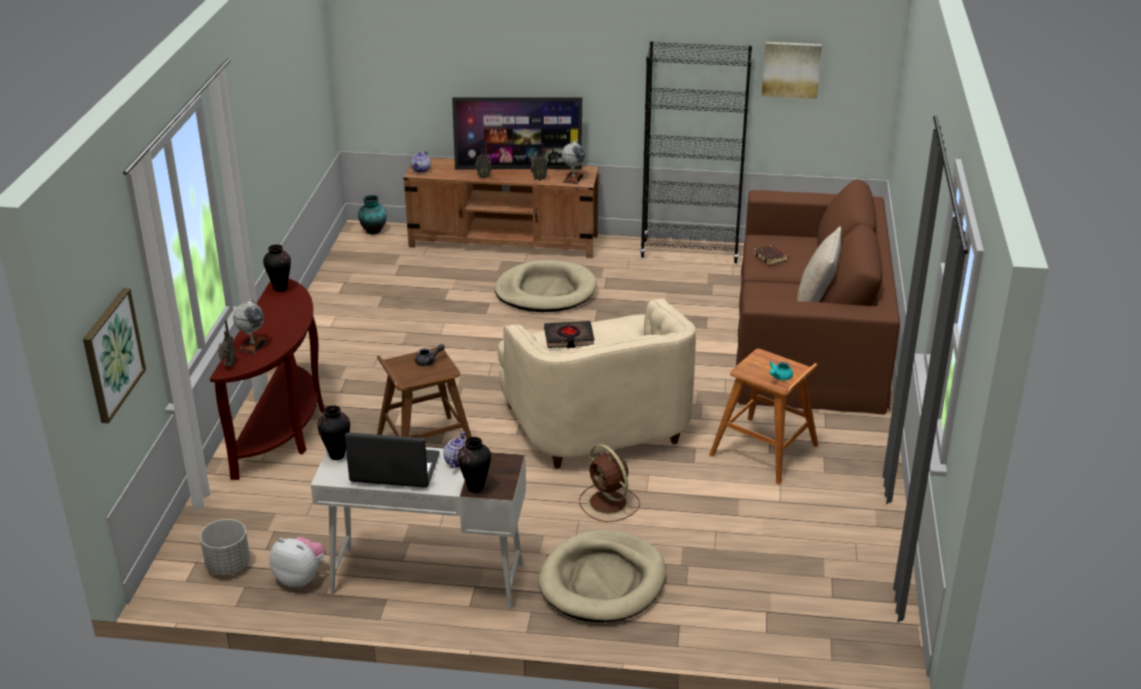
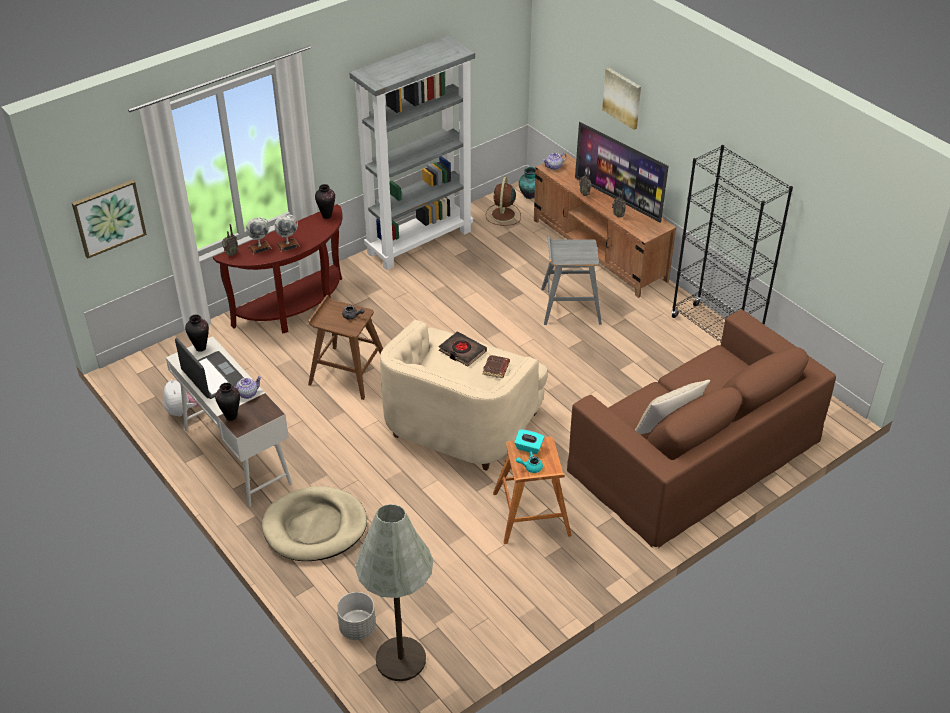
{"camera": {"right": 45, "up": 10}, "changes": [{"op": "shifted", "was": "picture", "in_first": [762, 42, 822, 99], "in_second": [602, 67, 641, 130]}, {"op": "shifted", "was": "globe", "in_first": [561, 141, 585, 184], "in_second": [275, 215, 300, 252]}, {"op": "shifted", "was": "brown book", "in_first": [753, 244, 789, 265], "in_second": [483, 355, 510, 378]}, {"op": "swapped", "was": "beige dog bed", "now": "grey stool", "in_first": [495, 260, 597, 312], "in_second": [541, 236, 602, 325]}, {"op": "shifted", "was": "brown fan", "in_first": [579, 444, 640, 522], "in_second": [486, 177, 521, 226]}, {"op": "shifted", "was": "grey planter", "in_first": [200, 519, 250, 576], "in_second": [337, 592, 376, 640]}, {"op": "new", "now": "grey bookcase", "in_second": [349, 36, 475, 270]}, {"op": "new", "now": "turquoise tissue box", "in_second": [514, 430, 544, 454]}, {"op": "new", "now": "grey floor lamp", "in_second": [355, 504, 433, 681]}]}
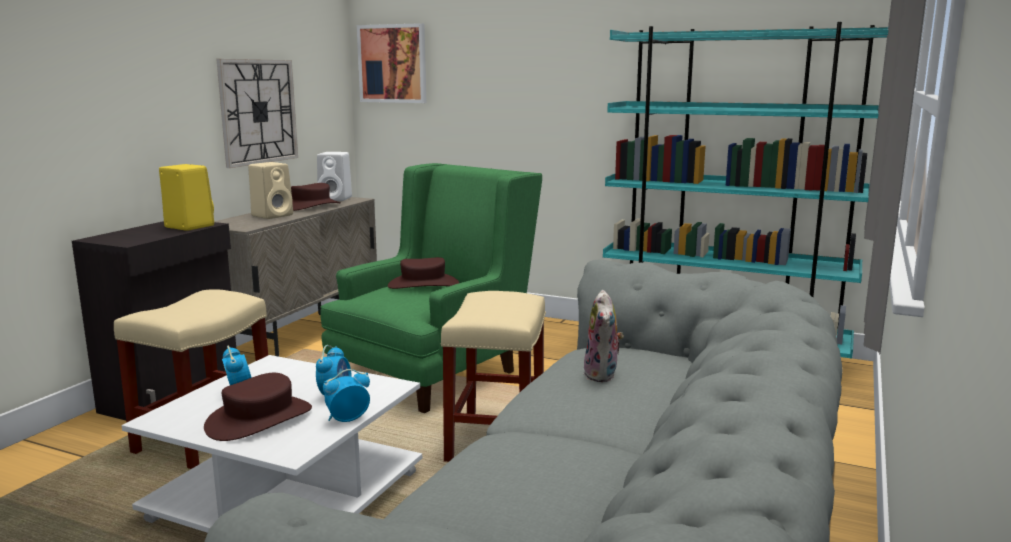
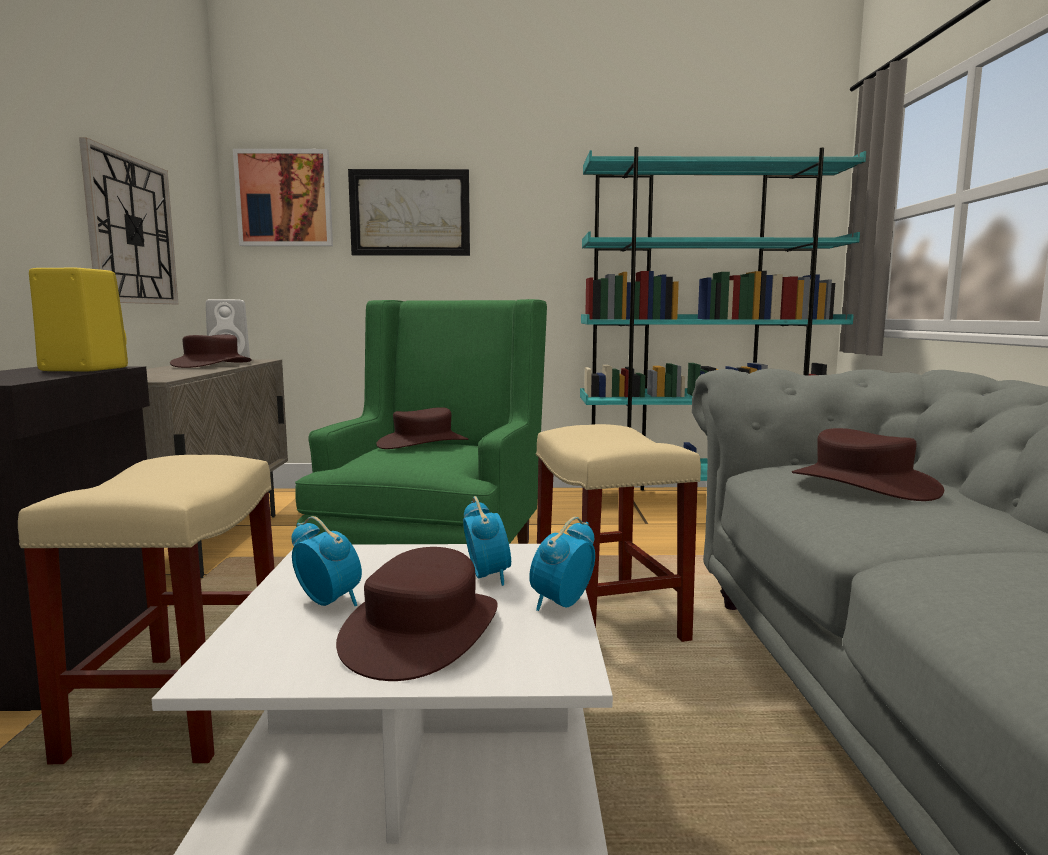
{"camera": {"right": -25, "up": -5}, "changes": [{"op": "gone", "was": "beige speaker", "in_first": [248, 162, 293, 219]}, {"op": "swapped", "was": "plush toy", "now": "brown hat", "in_first": [583, 290, 624, 382], "in_second": [792, 428, 944, 501]}, {"op": "new", "now": "picture", "in_second": [348, 169, 470, 256]}]}
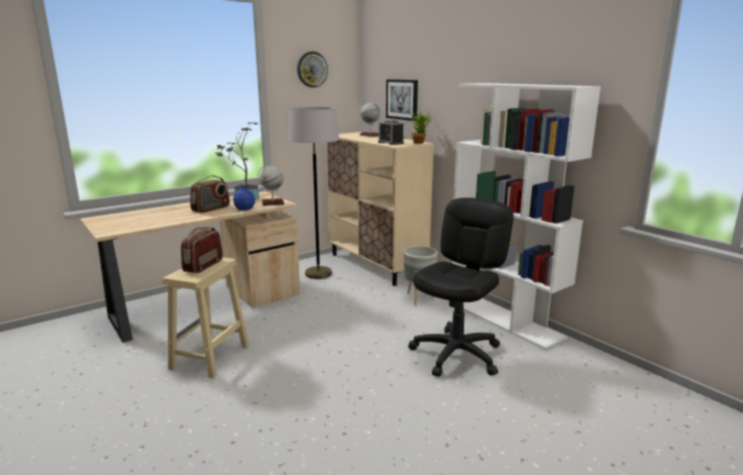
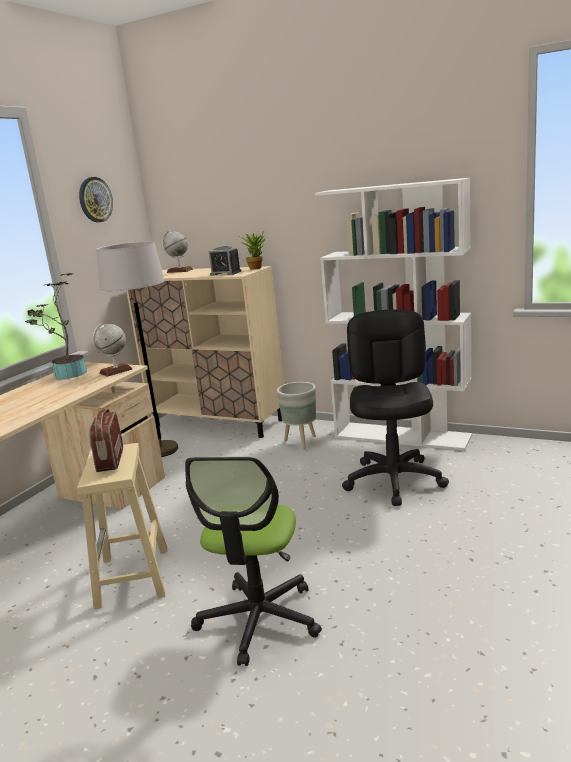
{"camera": {"right": -25, "up": 0}, "changes": [{"op": "gone", "was": "picture", "in_first": [386, 79, 418, 121]}, {"op": "gone", "was": "radio", "in_first": [190, 175, 230, 213]}, {"op": "gone", "was": "blue bottle", "in_first": [233, 182, 255, 210]}, {"op": "new", "now": "office chair", "in_second": [185, 457, 322, 666]}]}
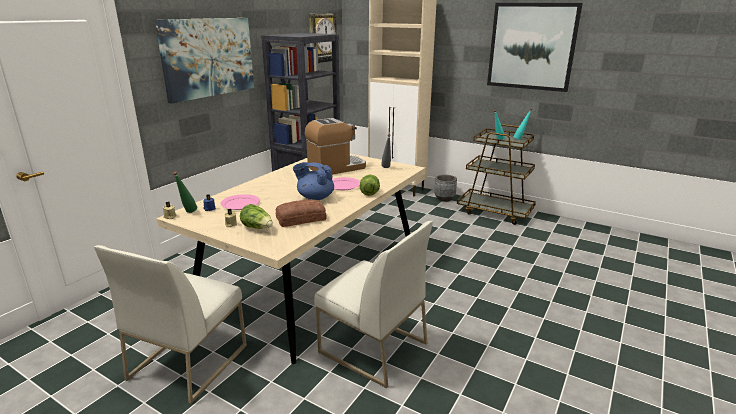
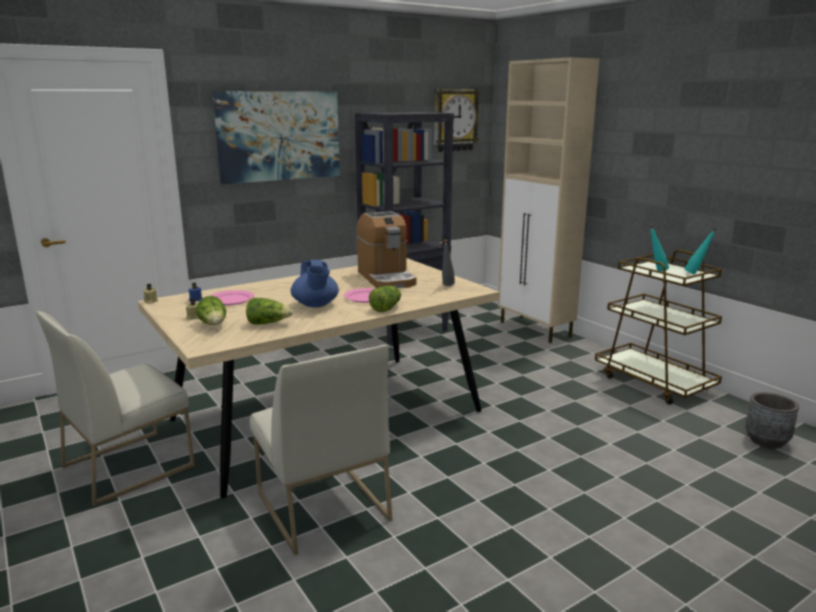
{"camera": {"right": 25, "up": -5}, "changes": [{"op": "gone", "was": "picture", "in_first": [487, 3, 583, 92]}, {"op": "rotated", "was": "coffee machine", "in_first": [305, 118, 366, 174], "in_second": [357, 211, 416, 288], "clockwise": 75}, {"op": "rotated", "was": "blue teapot", "in_first": [293, 162, 334, 200], "in_second": [291, 260, 339, 308], "clockwise": -150}, {"op": "gone", "was": "green bottle", "in_first": [173, 171, 197, 213]}, {"op": "shifted", "was": "grey planter", "in_first": [434, 174, 457, 202], "in_second": [745, 392, 799, 449]}, {"op": "swapped", "was": "bread", "now": "lettuce", "in_first": [276, 199, 327, 227], "in_second": [246, 298, 293, 325]}]}
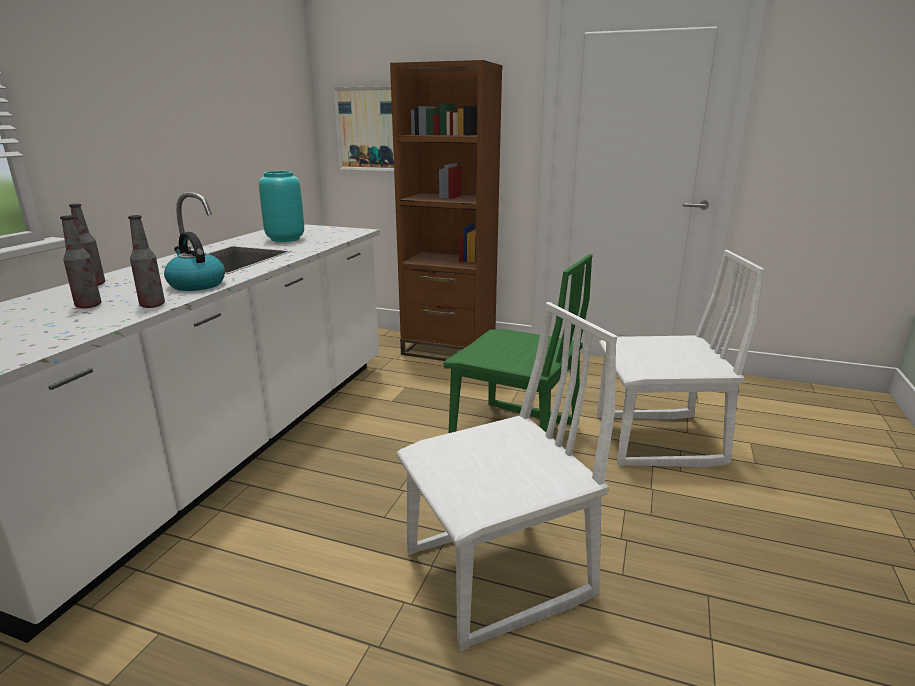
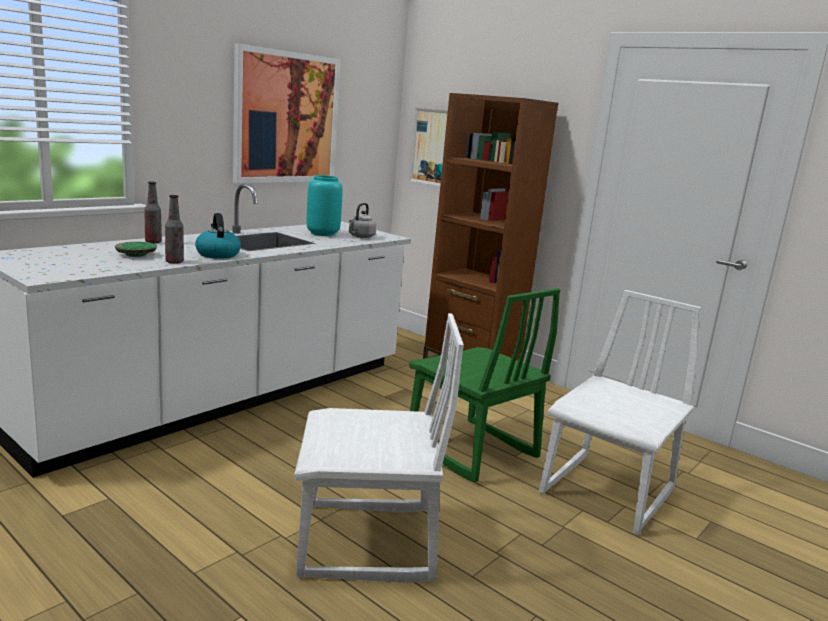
{"camera": {"right": 20, "up": -5}, "changes": [{"op": "swapped", "was": "bottle", "now": "green plate", "in_first": [60, 215, 101, 308], "in_second": [115, 242, 157, 257]}, {"op": "rotated", "was": "white chair", "in_first": [596, 250, 764, 467], "in_second": [539, 290, 701, 535], "clockwise": -75}, {"op": "new", "now": "picture", "in_second": [233, 44, 340, 183]}, {"op": "new", "now": "grey kettle", "in_second": [349, 203, 376, 238]}]}
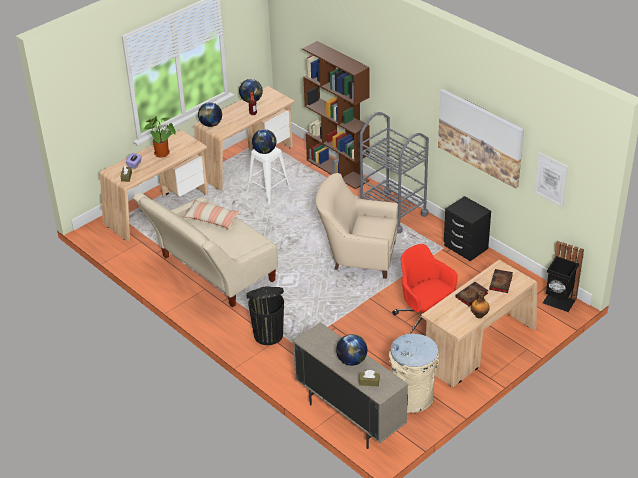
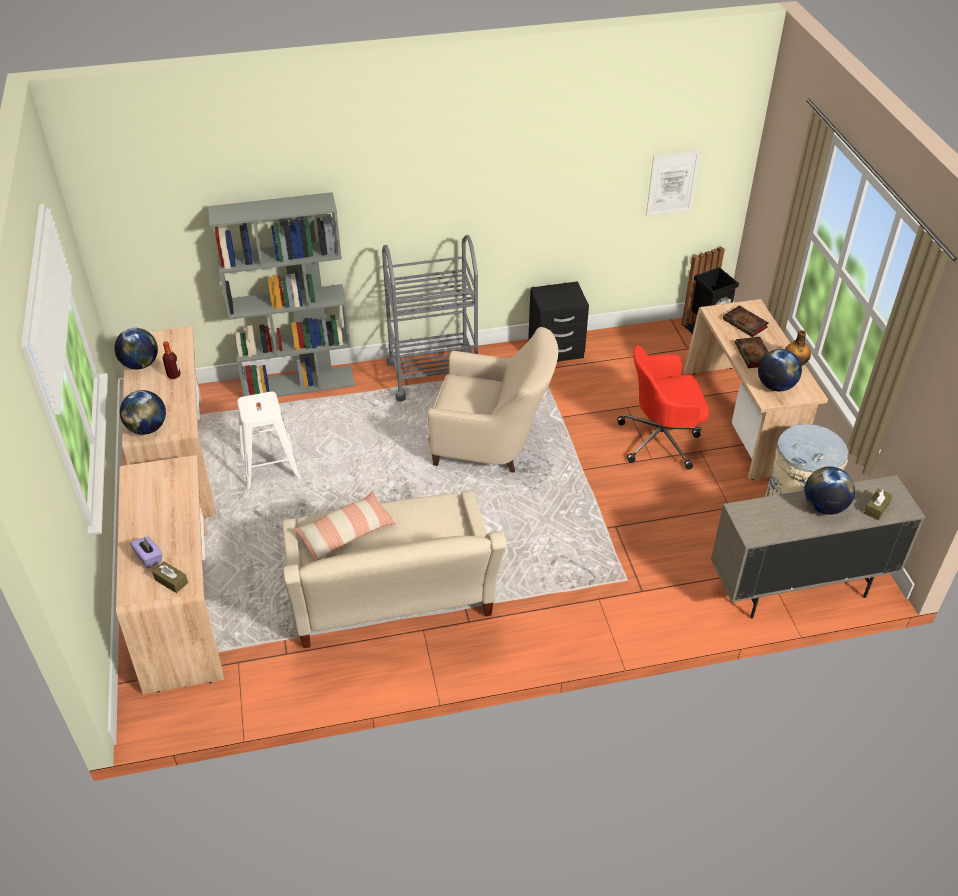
{"camera": {"right": -60, "up": 5}, "changes": [{"op": "repainted", "was": "brown bookcase", "now": "grey bookcase", "in_first": [302, 41, 370, 189], "in_second": [208, 192, 355, 397]}, {"op": "gone", "was": "picture", "in_first": [438, 89, 524, 189]}, {"op": "gone", "was": "potted plant", "in_first": [144, 116, 176, 158]}, {"op": "shifted", "was": "globe", "in_first": [252, 129, 276, 154], "in_second": [758, 349, 802, 391]}, {"op": "rotated", "was": "beige armchair", "in_first": [316, 173, 398, 279], "in_second": [427, 327, 558, 473], "clockwise": -120}, {"op": "gone", "was": "black trash can", "in_first": [246, 286, 284, 345]}]}
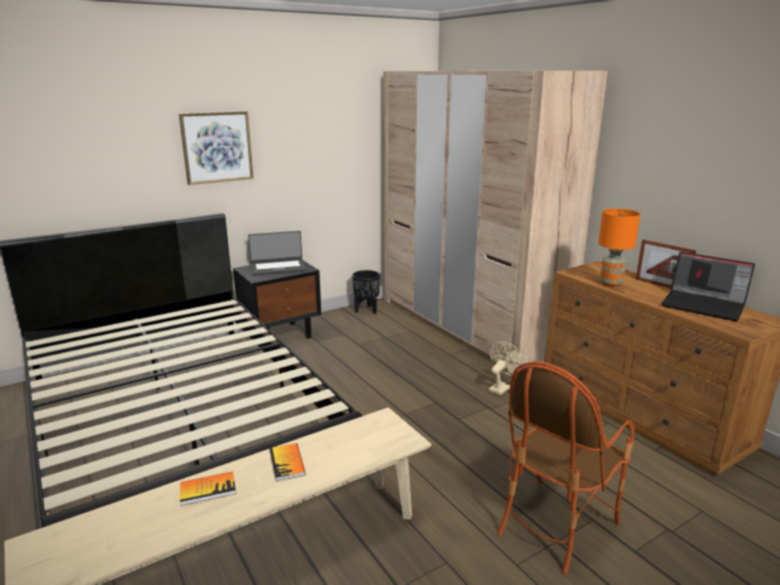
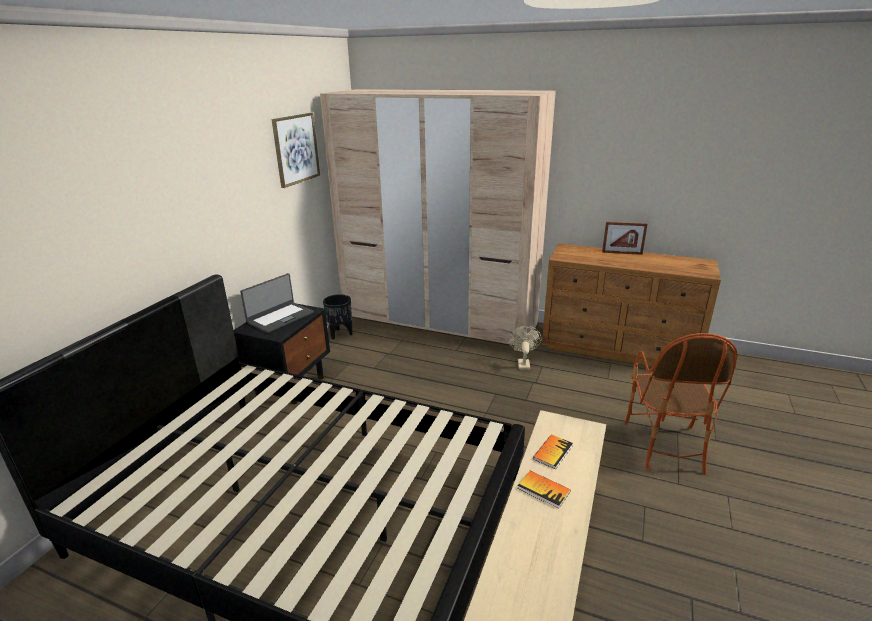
{"camera": {"right": -35, "up": 5}, "changes": [{"op": "shifted", "was": "picture", "in_first": [179, 111, 254, 185], "in_second": [271, 113, 320, 188]}, {"op": "gone", "was": "orange table lamp", "in_first": [598, 208, 640, 287]}, {"op": "gone", "was": "laptop", "in_first": [661, 252, 755, 321]}, {"op": "shifted", "was": "book", "in_first": [180, 472, 236, 506], "in_second": [533, 434, 573, 469]}]}
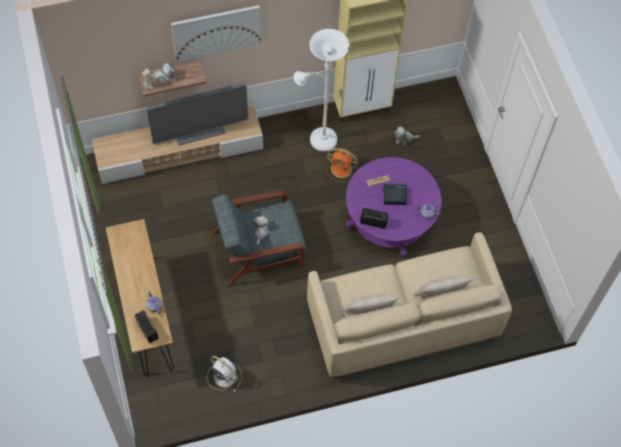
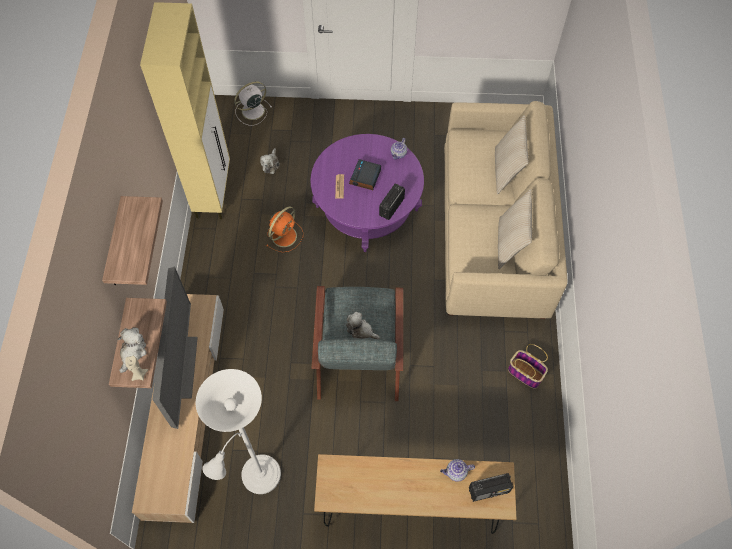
{"camera": {"right": -70, "up": 0}, "changes": [{"op": "swapped", "was": "picture", "now": "shelf", "in_first": [171, 5, 261, 62], "in_second": [102, 196, 163, 285]}, {"op": "shifted", "was": "white floor lamp", "in_first": [294, 29, 350, 152], "in_second": [196, 369, 281, 494]}, {"op": "shifted", "was": "white fan", "in_first": [207, 356, 242, 392], "in_second": [234, 81, 272, 126]}, {"op": "new", "now": "basket", "in_second": [508, 344, 548, 389]}]}
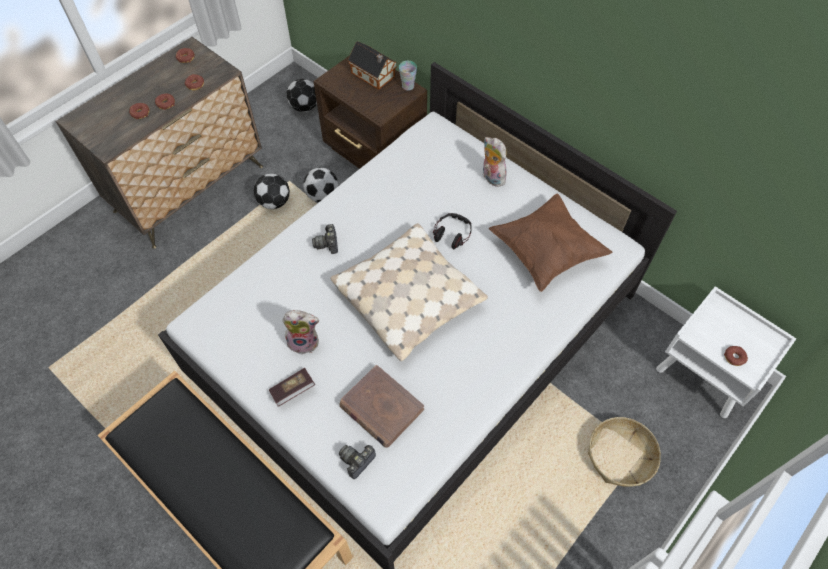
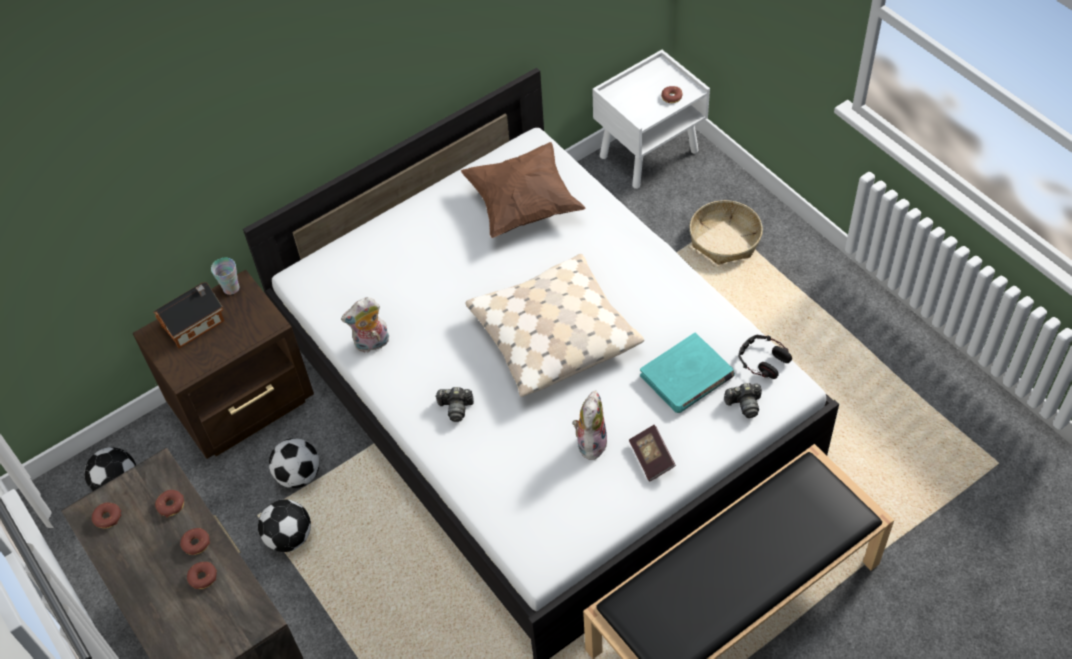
{"camera": {"right": -75, "up": -5}, "changes": [{"op": "shifted", "was": "plush toy", "in_first": [483, 137, 507, 187], "in_second": [341, 297, 389, 352]}, {"op": "shifted", "was": "headphones", "in_first": [433, 213, 472, 250], "in_second": [738, 335, 792, 379]}, {"op": "repainted", "was": "brown book", "now": "turquoise book", "in_first": [339, 365, 424, 448], "in_second": [640, 333, 735, 413]}, {"op": "rotated", "was": "photo camera", "in_first": [339, 445, 376, 479], "in_second": [724, 383, 762, 418], "clockwise": -60}]}
